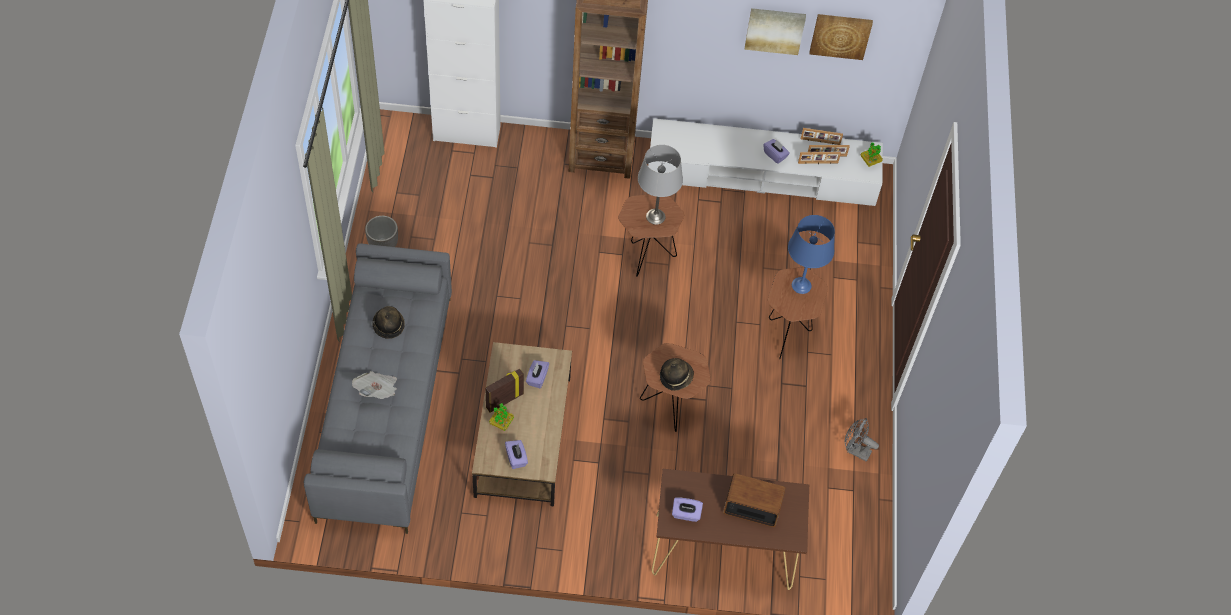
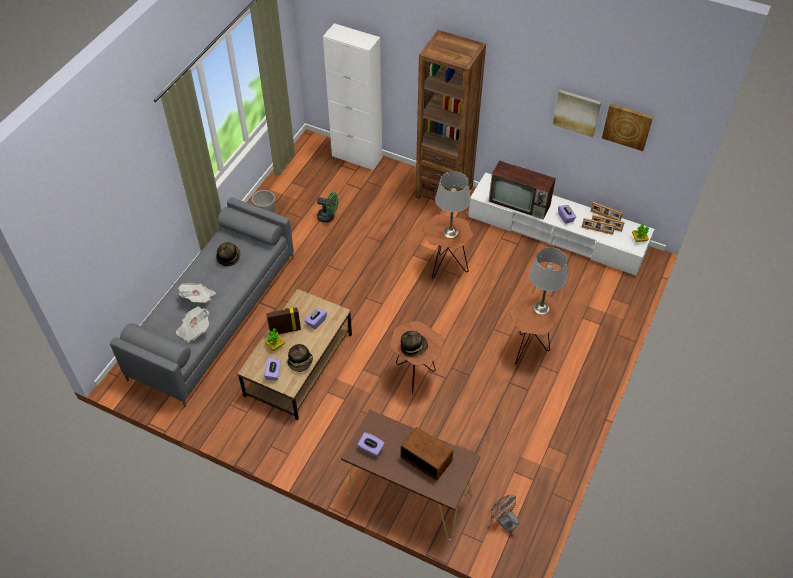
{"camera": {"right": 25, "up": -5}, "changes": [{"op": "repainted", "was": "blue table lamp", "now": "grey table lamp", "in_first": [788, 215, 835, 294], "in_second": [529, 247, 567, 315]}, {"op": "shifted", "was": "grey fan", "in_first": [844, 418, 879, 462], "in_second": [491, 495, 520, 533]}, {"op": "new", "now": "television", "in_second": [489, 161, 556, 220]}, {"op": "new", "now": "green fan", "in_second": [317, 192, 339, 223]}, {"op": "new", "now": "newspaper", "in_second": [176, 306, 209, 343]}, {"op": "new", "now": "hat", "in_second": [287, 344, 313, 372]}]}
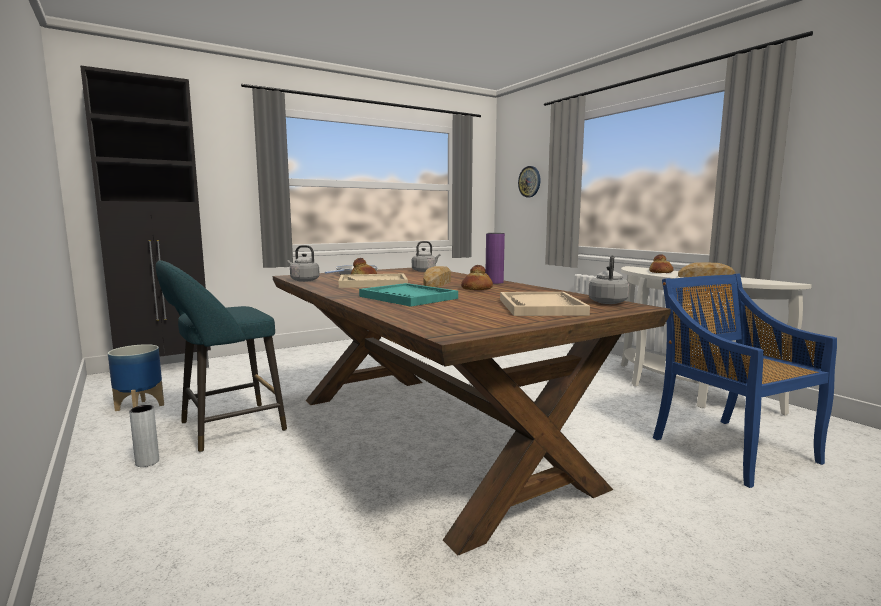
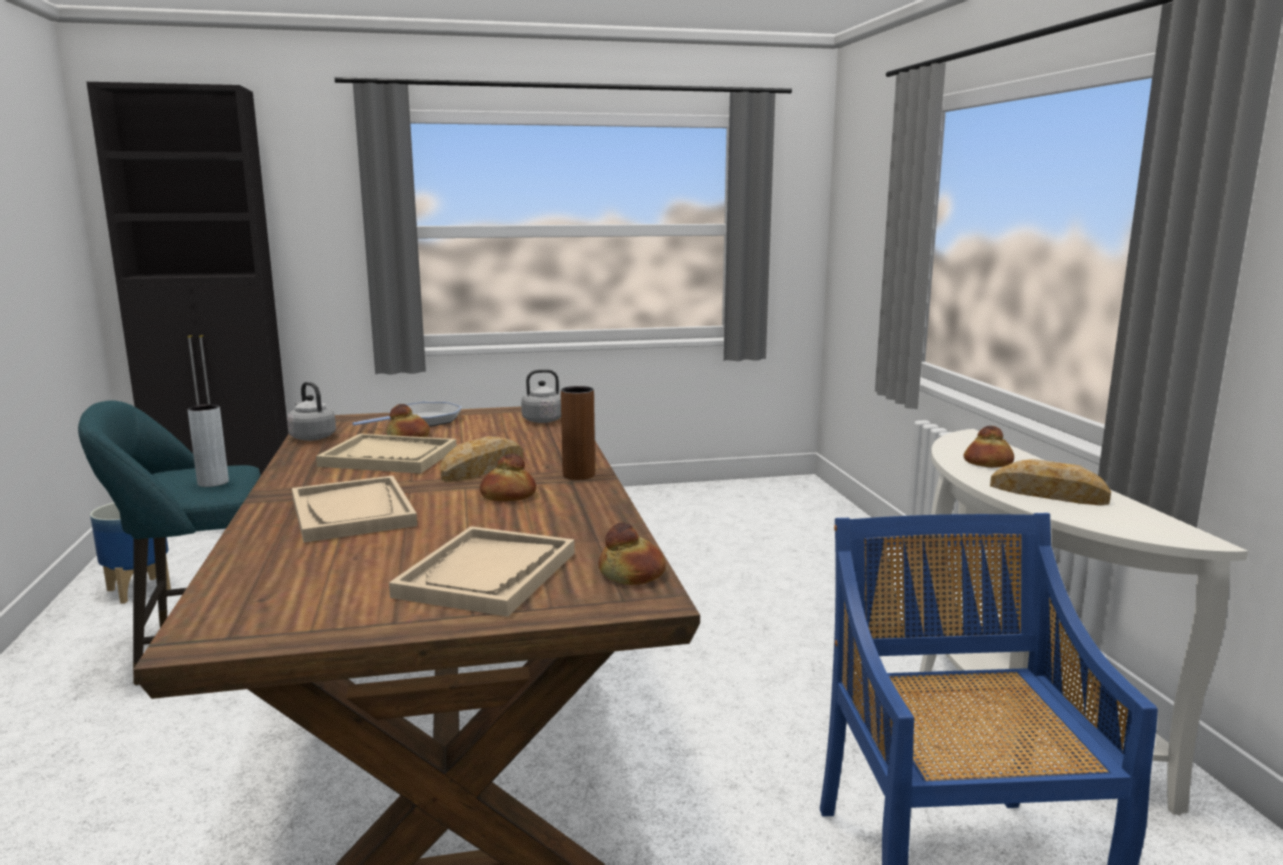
{"camera": {"right": 20, "up": 5}, "changes": [{"op": "gone", "was": "wall clock", "in_first": [518, 166, 540, 197]}, {"op": "repainted", "was": "purple vase", "now": "brown vase", "in_first": [485, 233, 505, 284], "in_second": [561, 386, 595, 480]}, {"op": "swapped", "was": "grey kettle", "now": "bread", "in_first": [588, 255, 629, 304], "in_second": [599, 523, 666, 585]}, {"op": "repainted", "was": "turquoise tray", "now": "beige tray", "in_first": [359, 283, 458, 307], "in_second": [292, 476, 417, 543]}, {"op": "shifted", "was": "grey vase", "in_first": [129, 405, 159, 467], "in_second": [187, 404, 229, 487]}]}
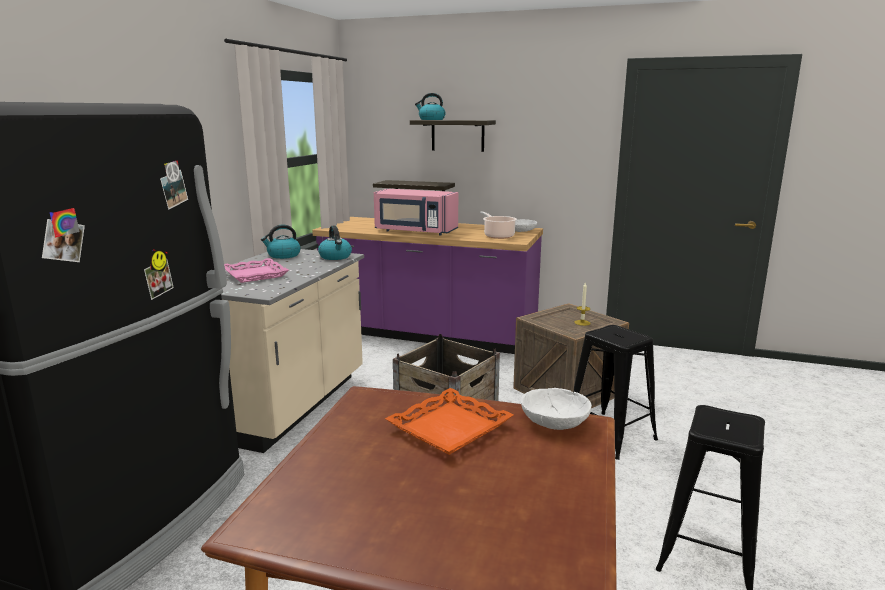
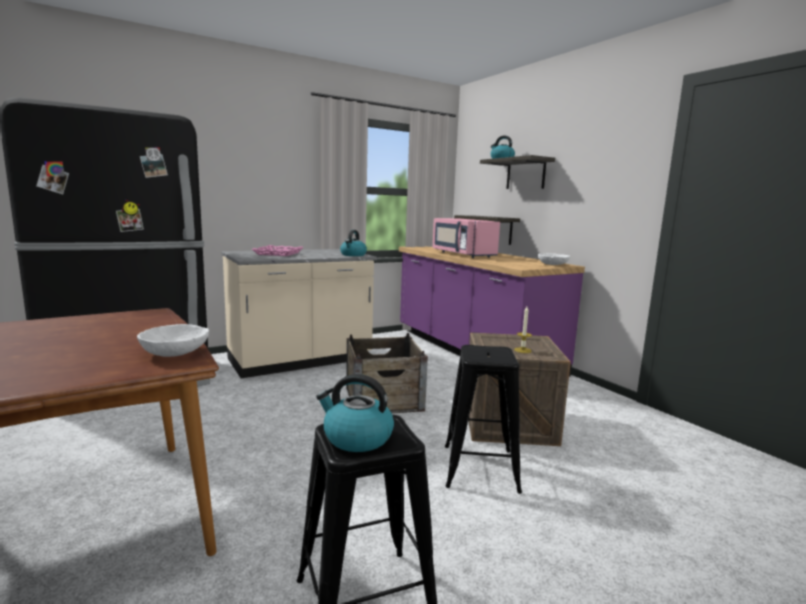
{"camera": {"right": 40, "up": -5}, "changes": [{"op": "gone", "was": "cooking pot", "in_first": [480, 212, 517, 239]}, {"op": "shifted", "was": "kettle", "in_first": [261, 225, 301, 259], "in_second": [316, 374, 394, 452]}, {"op": "gone", "was": "orange tray", "in_first": [385, 388, 513, 455]}]}
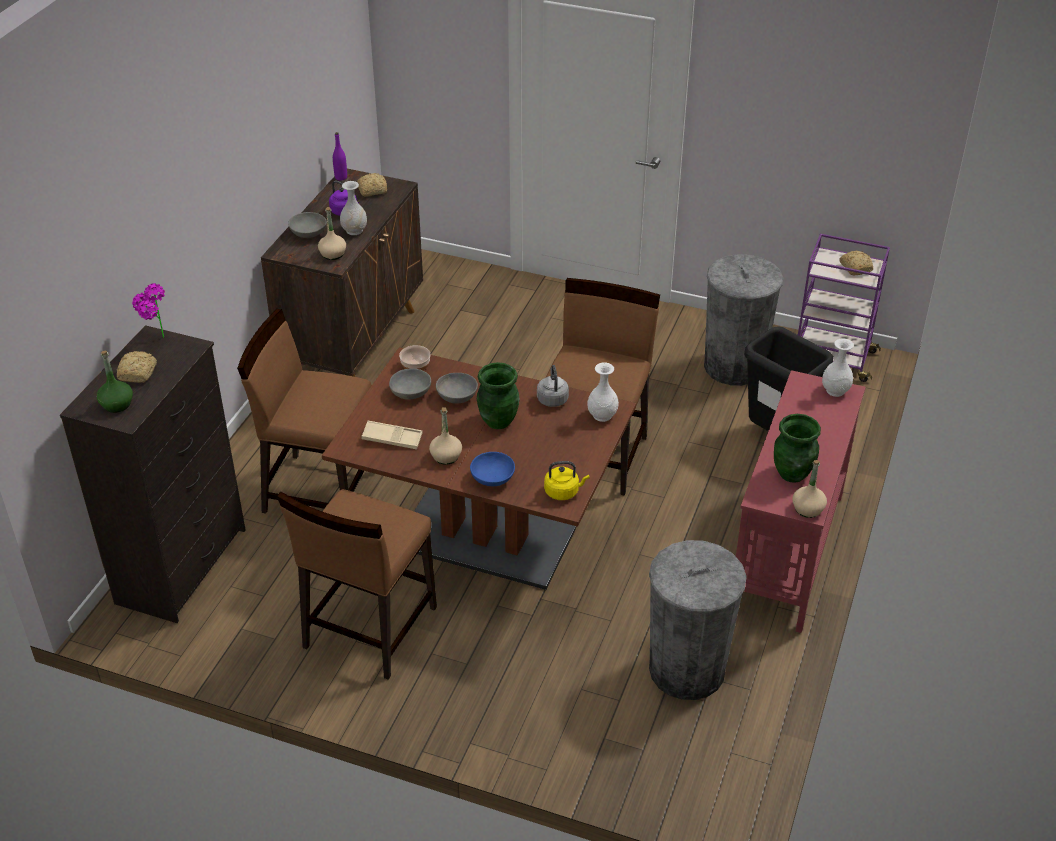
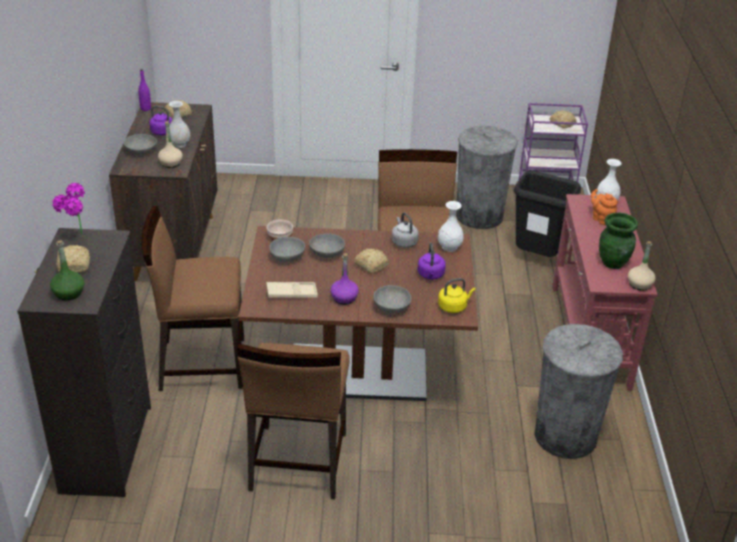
{"camera": {"right": -20, "up": -5}, "changes": [{"op": "swapped", "was": "green vase", "now": "bread", "in_first": [477, 362, 520, 429], "in_second": [354, 248, 388, 274]}, {"op": "repainted", "was": "beige bottle", "now": "purple bottle", "in_first": [429, 407, 462, 465], "in_second": [331, 253, 359, 305]}, {"op": "repainted", "was": "blue bowl", "now": "grey bowl", "in_first": [470, 452, 515, 486], "in_second": [373, 285, 412, 313]}, {"op": "new", "now": "orange teapot", "in_second": [591, 189, 618, 225]}, {"op": "new", "now": "purple kettle", "in_second": [417, 243, 446, 280]}]}
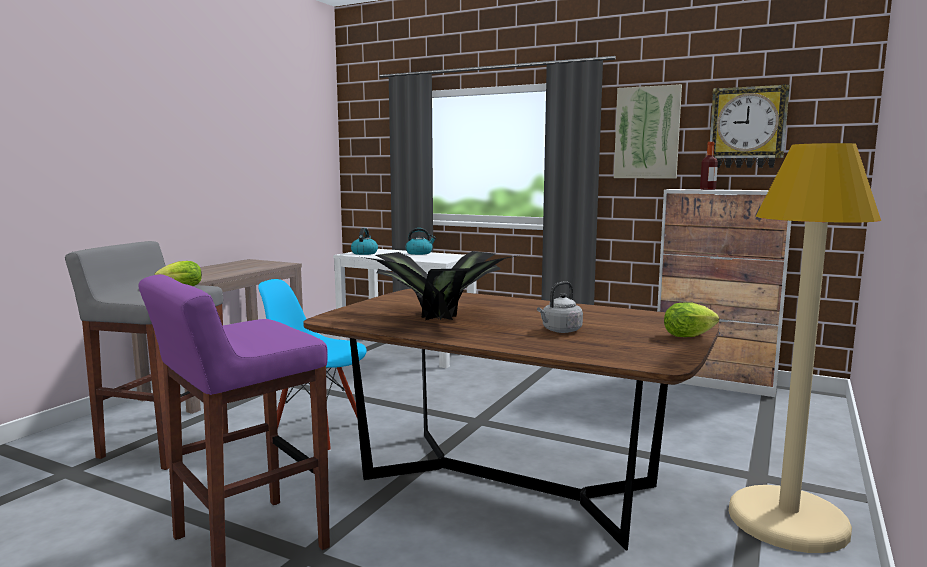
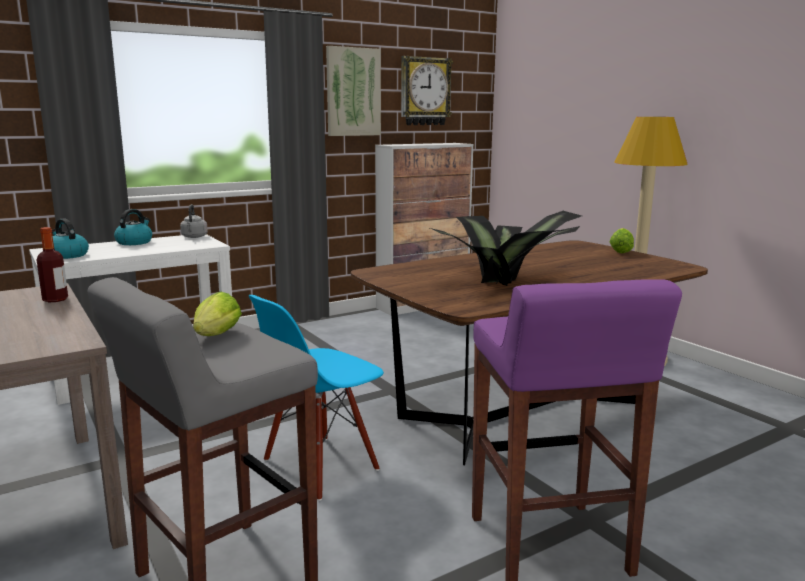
{"camera": {"right": -60, "up": 5}, "changes": [{"op": "shifted", "was": "bottle", "in_first": [700, 142, 718, 190], "in_second": [37, 227, 68, 302]}, {"op": "shifted", "was": "grey kettle", "in_first": [537, 281, 583, 333], "in_second": [180, 204, 208, 238]}]}
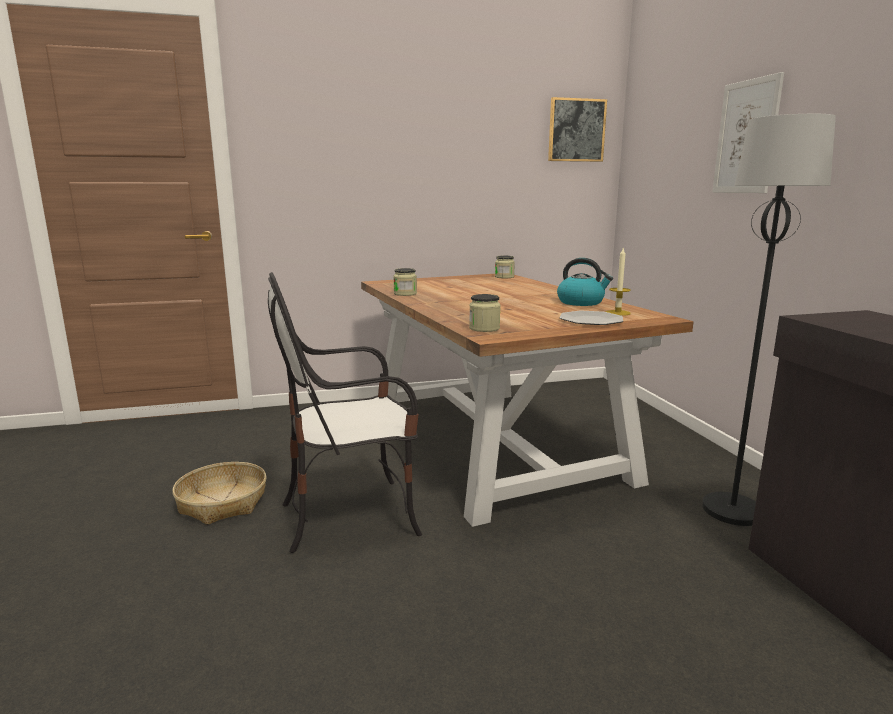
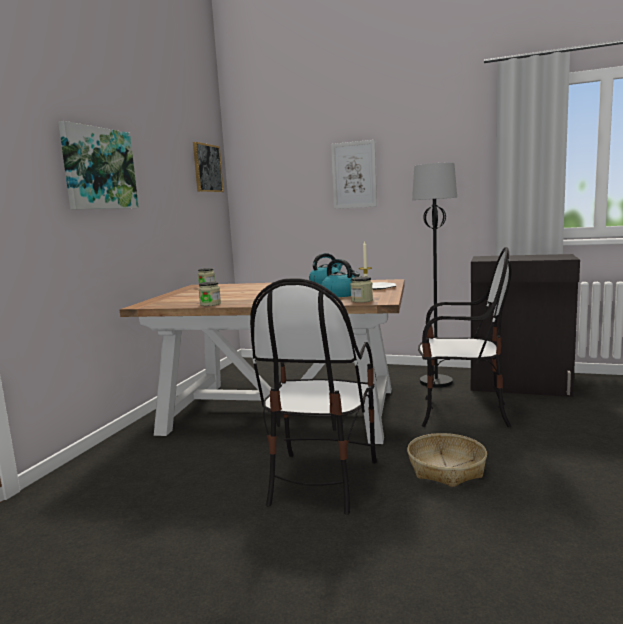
{"camera": {"right": -55, "up": -5}, "changes": [{"op": "shifted", "was": "basket", "in_first": [172, 462, 267, 525], "in_second": [407, 433, 487, 487]}, {"op": "new", "now": "picture", "in_second": [58, 121, 139, 210]}, {"op": "new", "now": "chair", "in_second": [418, 247, 512, 427]}, {"op": "new", "now": "kettle", "in_second": [321, 259, 360, 297]}]}
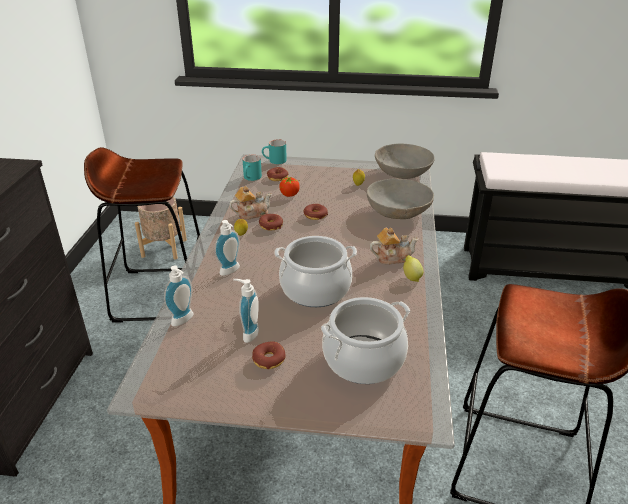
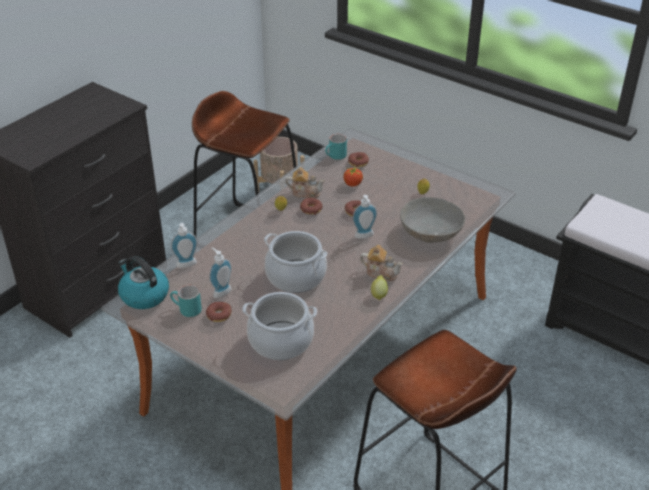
{"camera": {"right": 30, "up": 5}, "changes": [{"op": "shifted", "was": "turquoise mug", "in_first": [262, 139, 287, 164], "in_second": [170, 285, 202, 317]}, {"op": "gone", "was": "grey bowl", "in_first": [375, 144, 435, 179]}, {"op": "shifted", "was": "soap dispenser", "in_first": [215, 220, 240, 276], "in_second": [352, 195, 377, 238]}, {"op": "new", "now": "kettle", "in_second": [118, 256, 169, 309]}]}
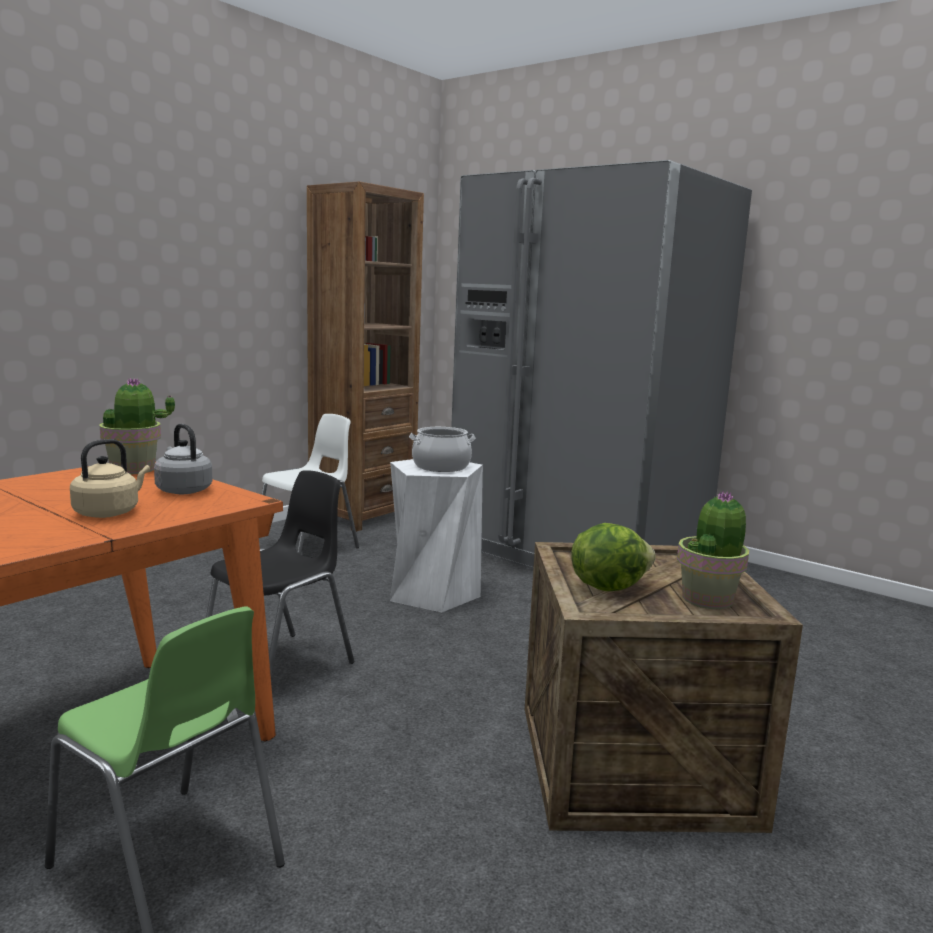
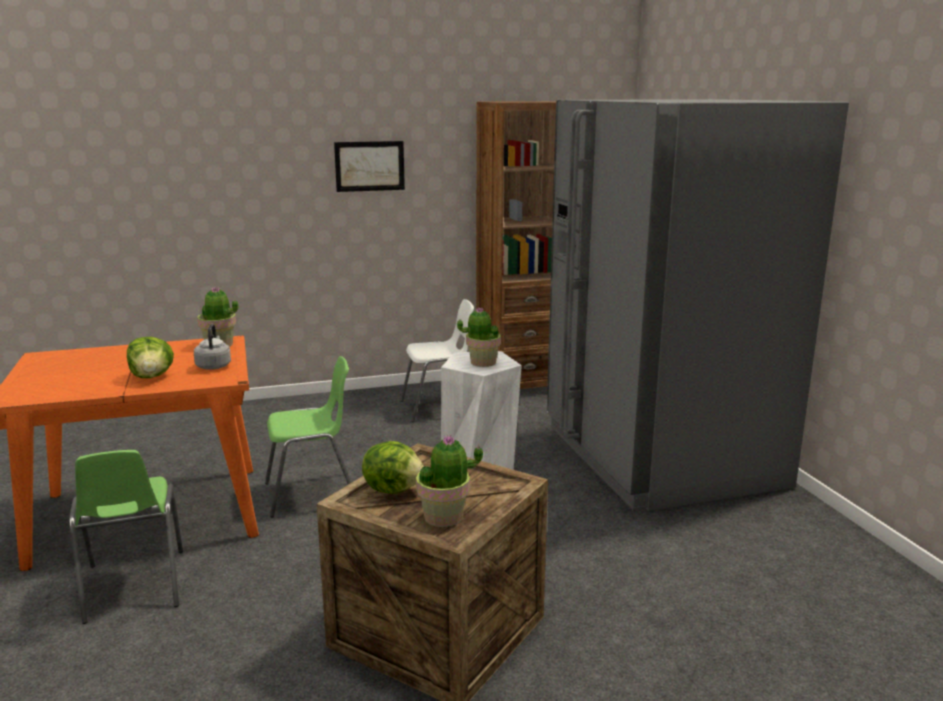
{"camera": {"right": 35, "up": 5}, "changes": [{"op": "swapped", "was": "cooking pot", "now": "potted plant", "in_first": [409, 427, 476, 472], "in_second": [457, 307, 501, 367]}, {"op": "swapped", "was": "beige kettle", "now": "lettuce", "in_first": [70, 439, 150, 518], "in_second": [127, 337, 174, 378]}, {"op": "repainted", "was": "black chair", "now": "green chair", "in_first": [206, 470, 354, 675], "in_second": [265, 356, 351, 518]}, {"op": "new", "now": "picture", "in_second": [334, 141, 405, 192]}]}
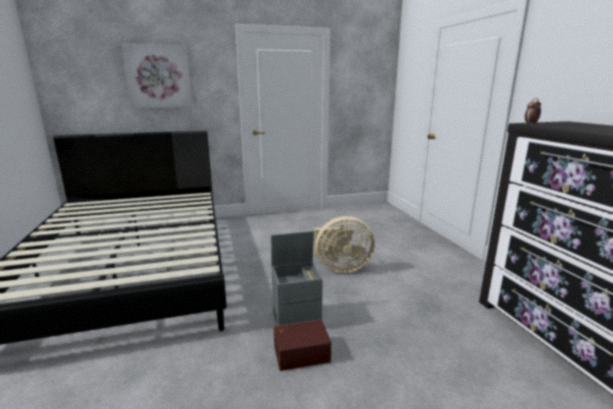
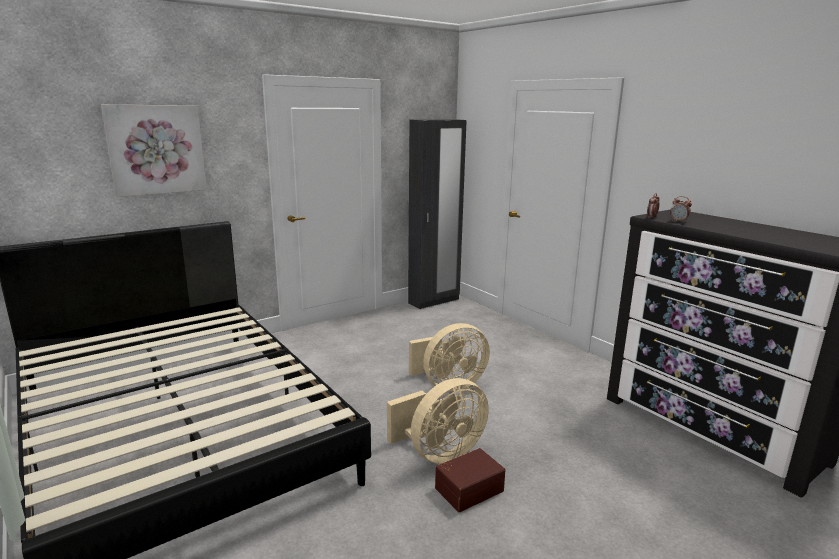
{"camera": {"right": -20, "up": 0}, "changes": [{"op": "swapped", "was": "grey storage box", "now": "beige fan", "in_first": [271, 231, 323, 326], "in_second": [387, 378, 489, 464]}, {"op": "new", "now": "black wardrobe", "in_second": [408, 119, 467, 309]}, {"op": "new", "now": "alarm clock", "in_second": [670, 196, 692, 223]}]}
